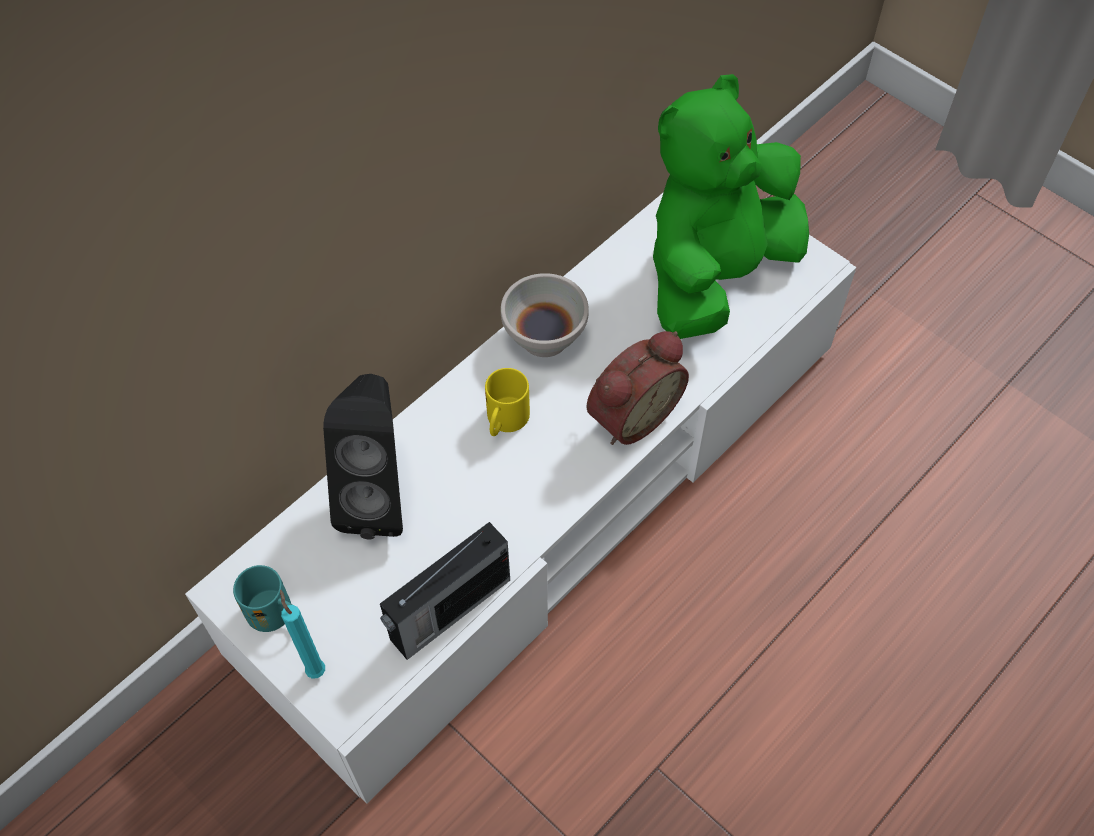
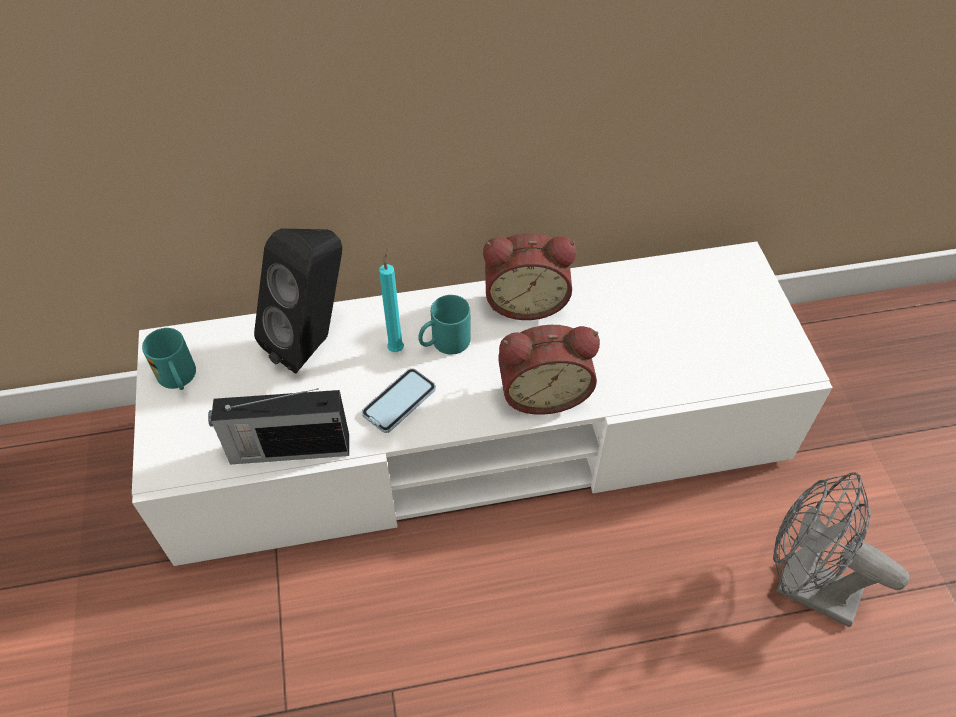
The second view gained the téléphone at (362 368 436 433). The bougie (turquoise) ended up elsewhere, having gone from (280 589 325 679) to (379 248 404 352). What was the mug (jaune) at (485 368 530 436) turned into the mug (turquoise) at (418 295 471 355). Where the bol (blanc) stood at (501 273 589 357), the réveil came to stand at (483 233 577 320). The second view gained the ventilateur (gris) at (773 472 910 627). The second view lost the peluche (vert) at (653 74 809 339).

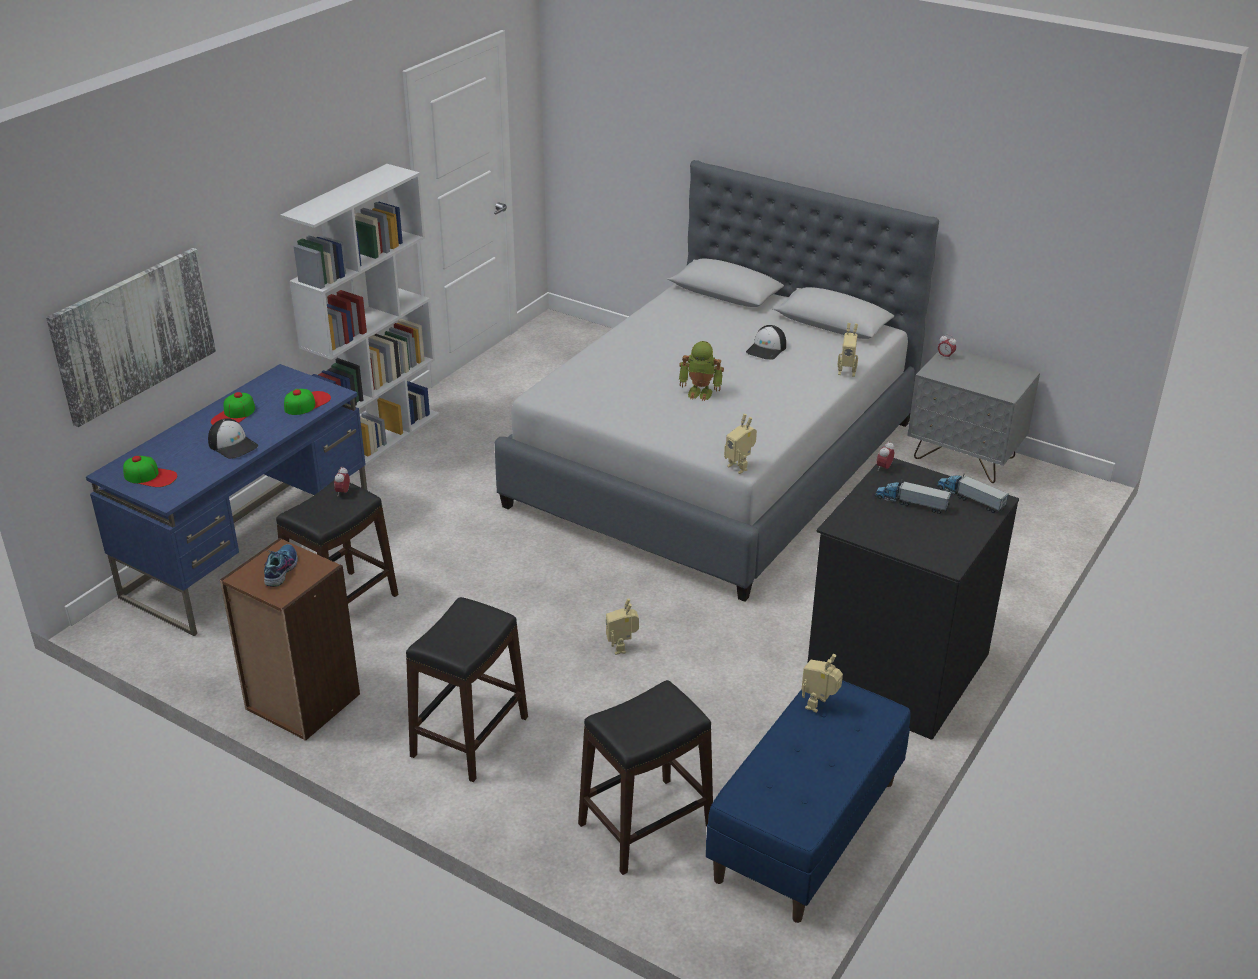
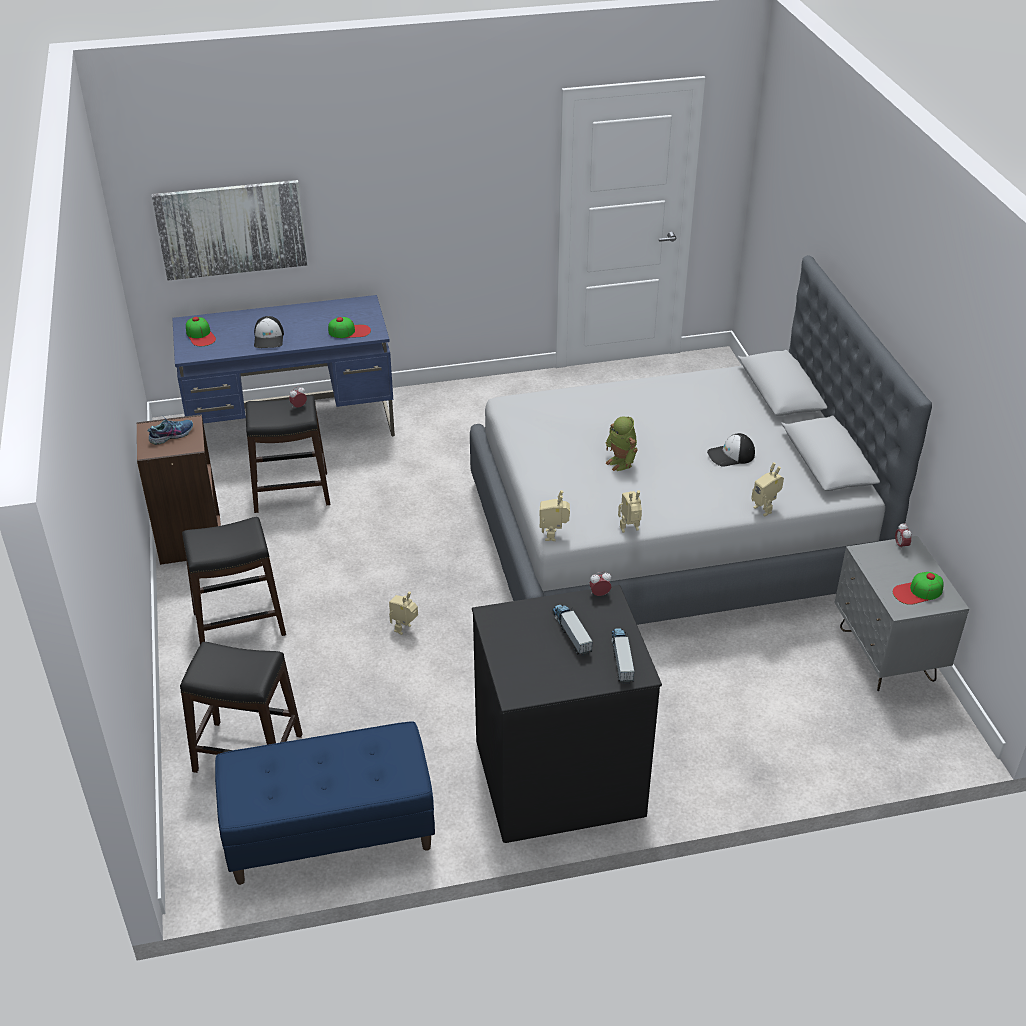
The robot jouet ended up elsewhere, having gone from (801 654 843 713) to (618 490 642 533). The casquette ended up elsewhere, having gone from (211 392 255 425) to (893 572 944 605). The second view lost the bibliothèque (blanc) at (280 164 439 477).

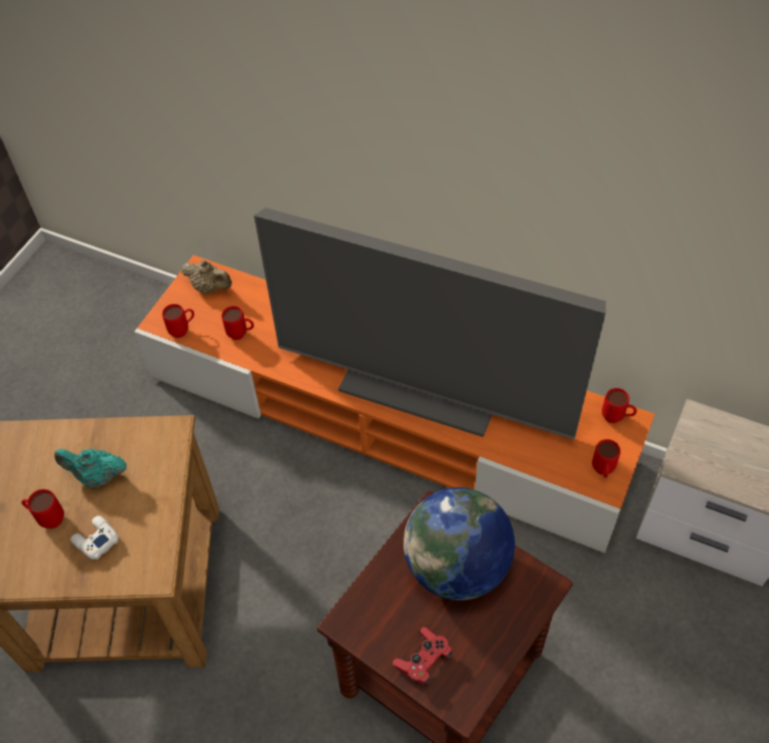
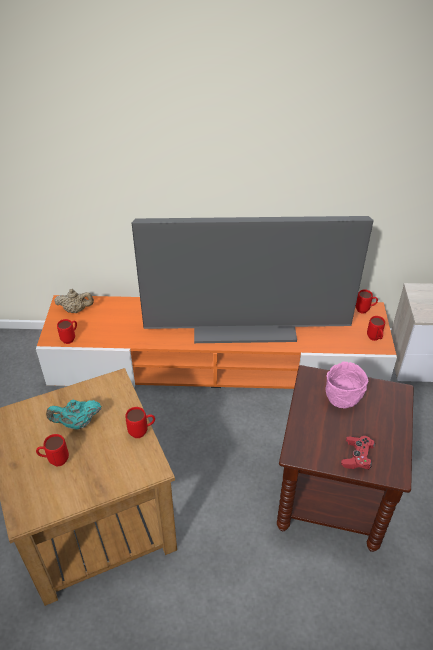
The mug (rouge) ended up elsewhere, having gone from (222 306 254 340) to (125 407 155 438). Where the globe stood at (403 487 515 600), the bol (rose) came to stand at (325 361 368 409). The second view lost the manette (blanc) at (71 516 119 560).

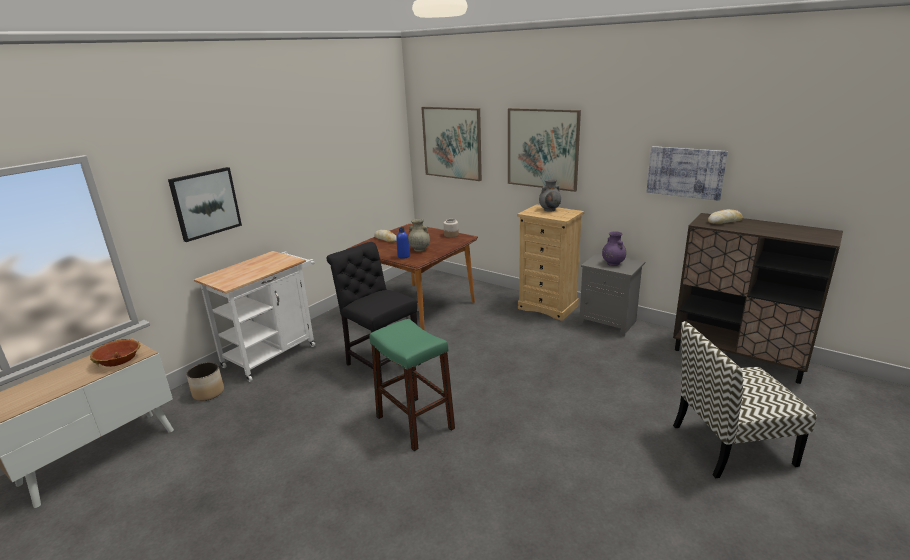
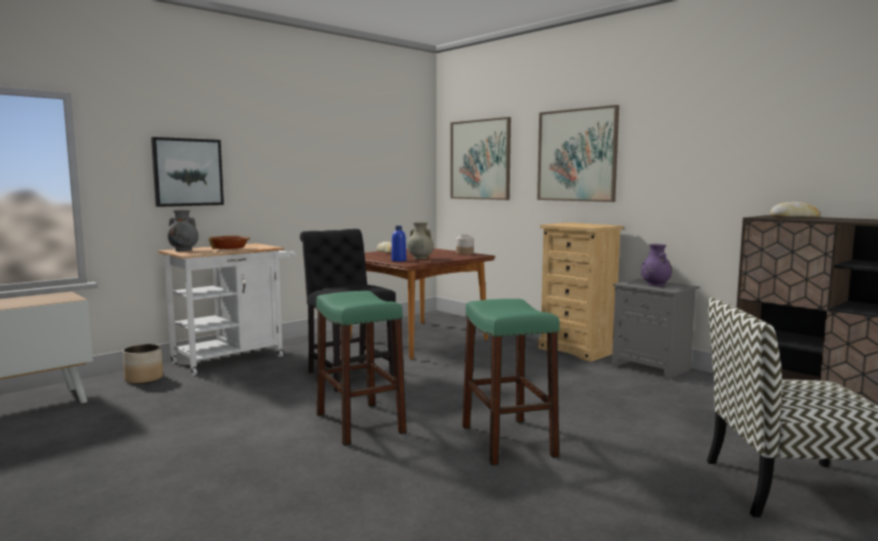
The vase (gris) ended up elsewhere, having gone from (539 179 561 212) to (167 210 199 251). The bol ended up elsewhere, having gone from (90 339 141 367) to (209 236 250 249). The second view gained the tabouret (vert) at (462 299 559 466). The second view lost the tableau at (646 146 728 201).

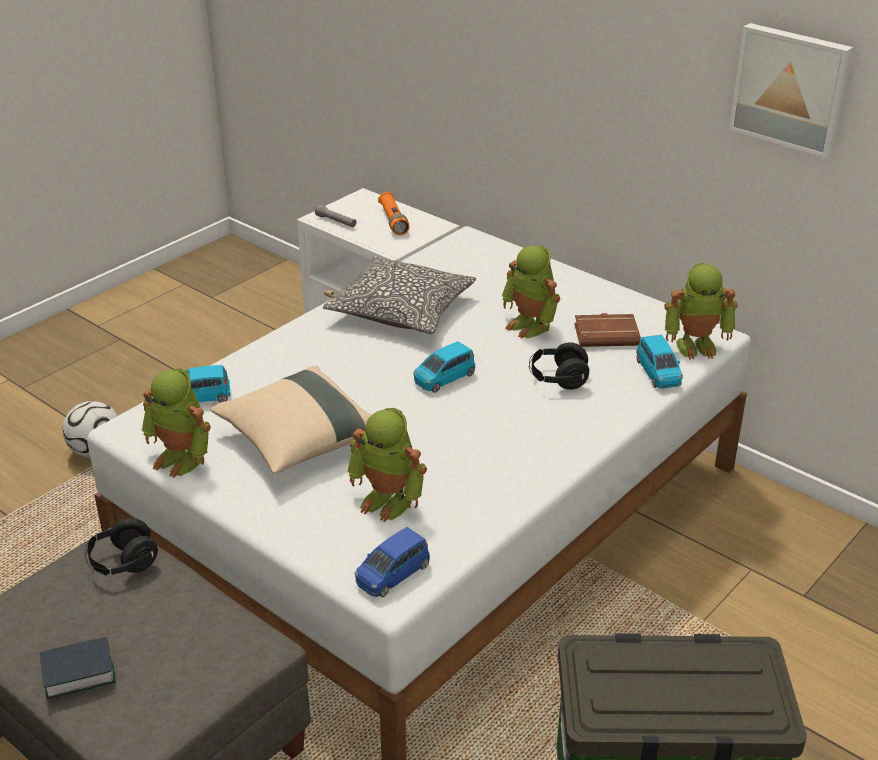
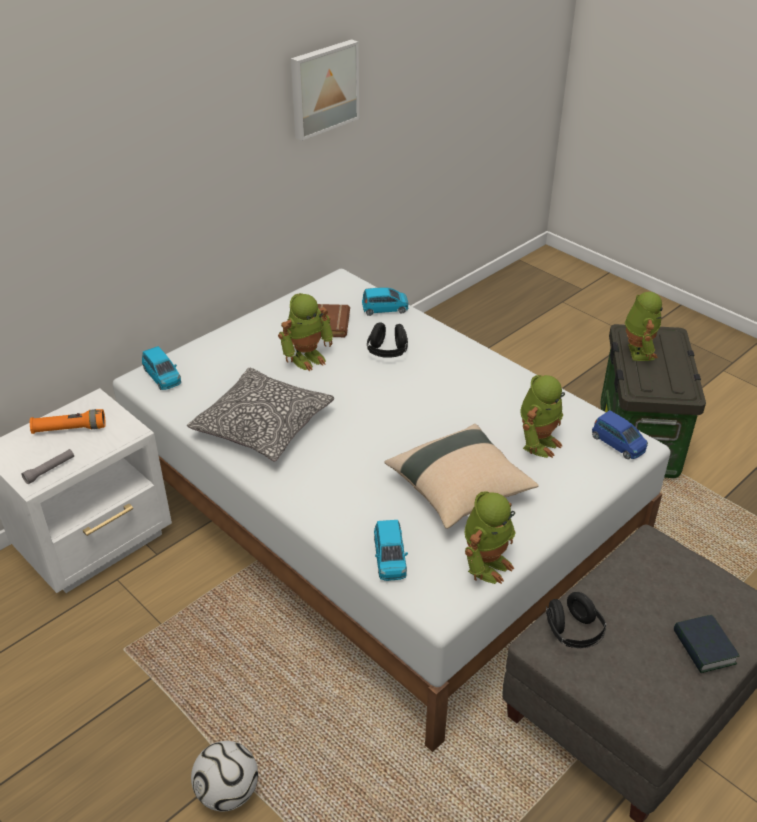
The petite voiture (bleu) ended up elsewhere, having gone from (413 341 475 393) to (142 346 181 390). The robot jouet ended up elsewhere, having gone from (664 263 738 359) to (625 292 663 361).

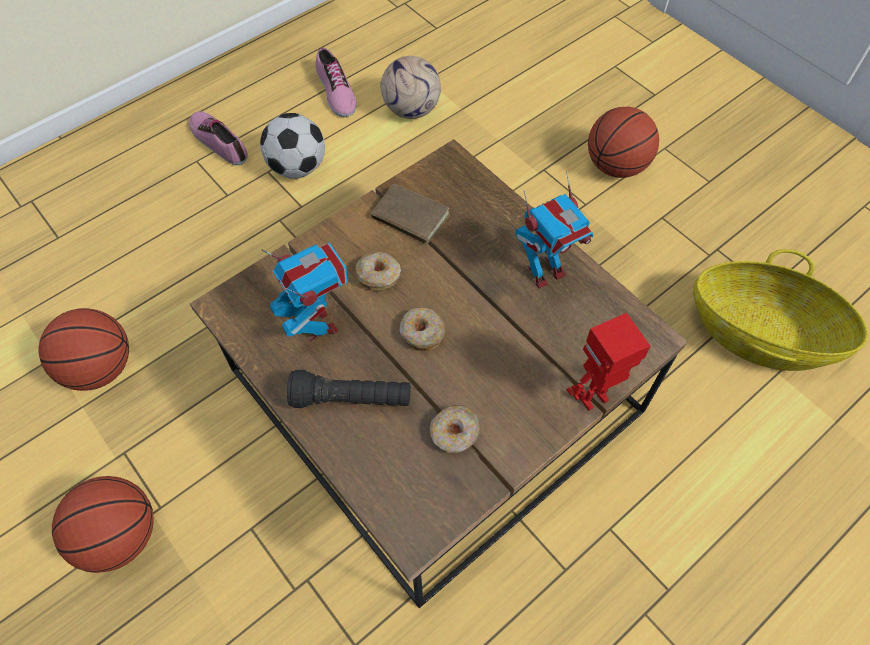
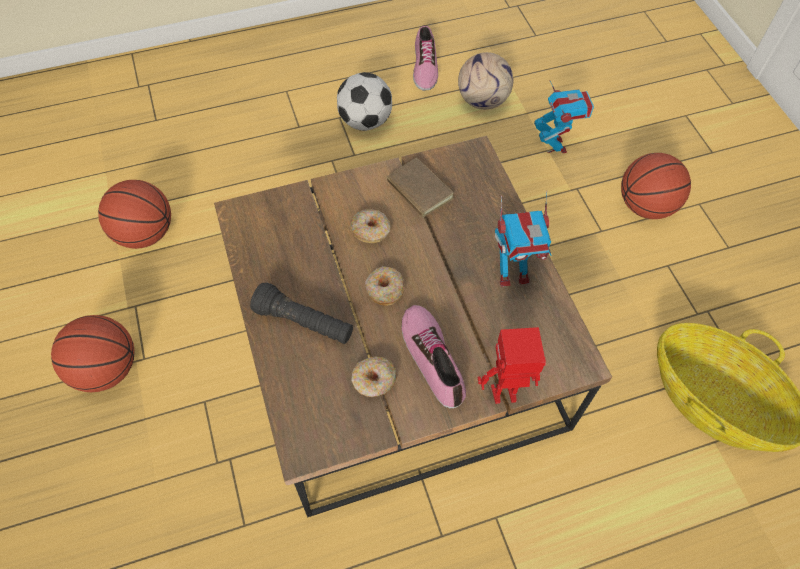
The chaussure ended up elsewhere, having gone from (189 111 248 165) to (401 305 466 408). The robot jouet ended up elsewhere, having gone from (262 243 347 342) to (534 81 594 153).

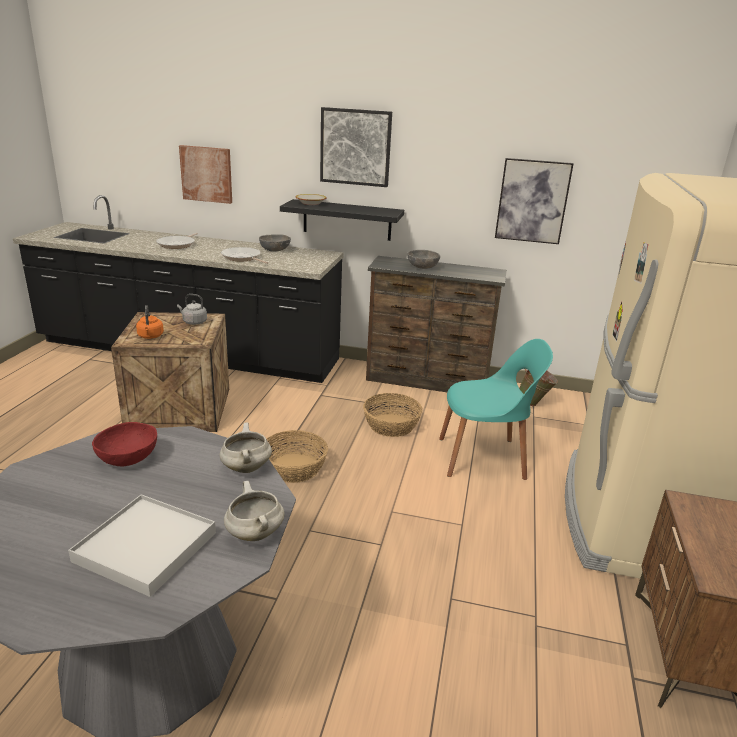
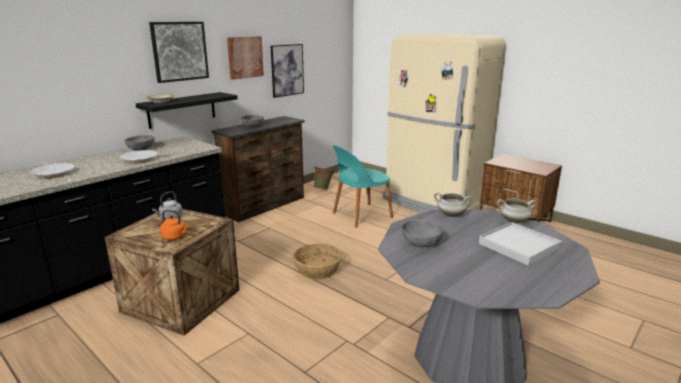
The tableau ended up elsewhere, having gone from (179 145 232 204) to (227 36 264 80). The chaise (turquoise) at (439 339 553 480) ended up facing another way, 150 degrees counterclockwise from before. What was the bol (rouge) at (92 422 157 466) turned into the bol (gris) at (402 219 444 247). The second view lost the panier at (363 393 422 437).

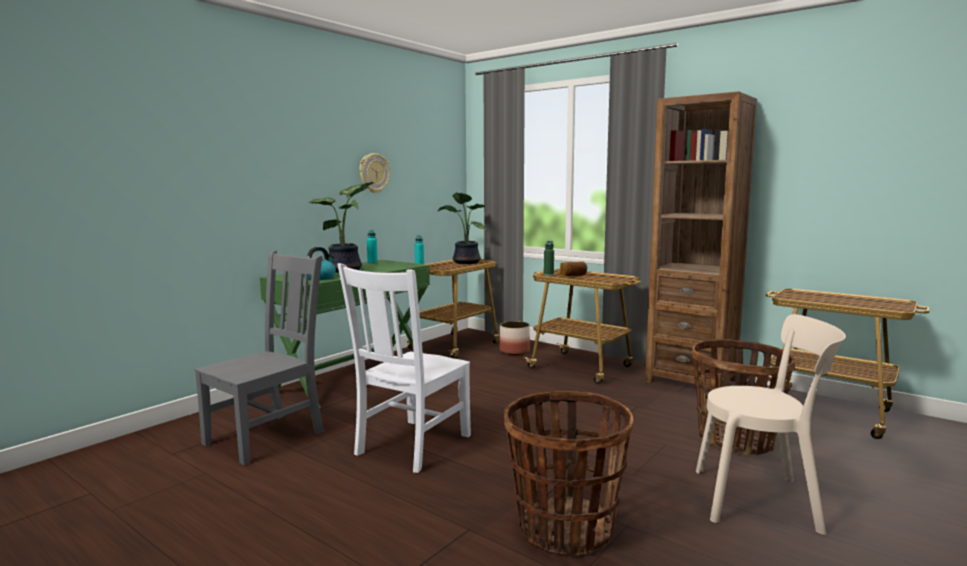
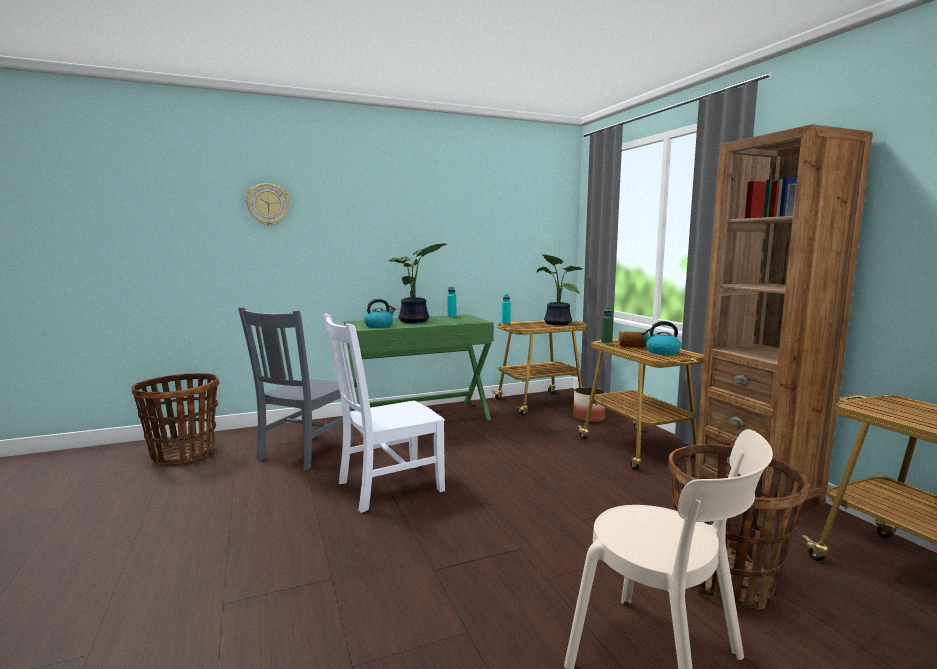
The panier ended up elsewhere, having gone from (504 391 633 556) to (132 373 220 464). The chaise (gris) at (194 250 324 466) ended up facing another way, 135 degrees clockwise from before. The horloge murale ended up elsewhere, having gone from (360 153 390 193) to (246 183 290 226). The second view gained the bouilloire at (641 321 681 355).

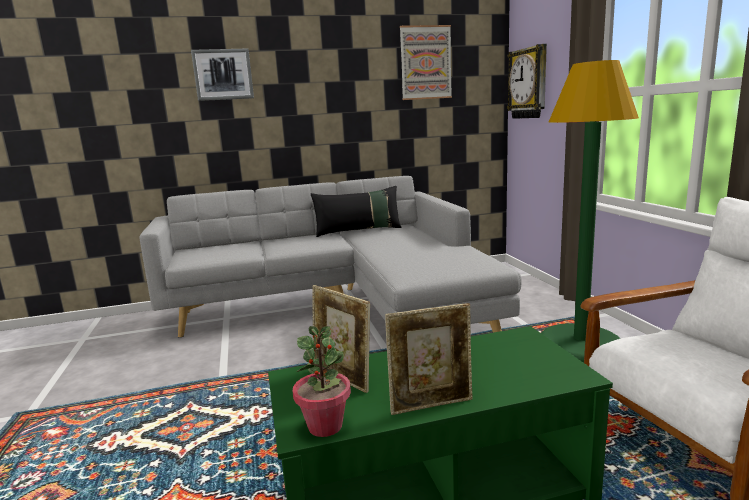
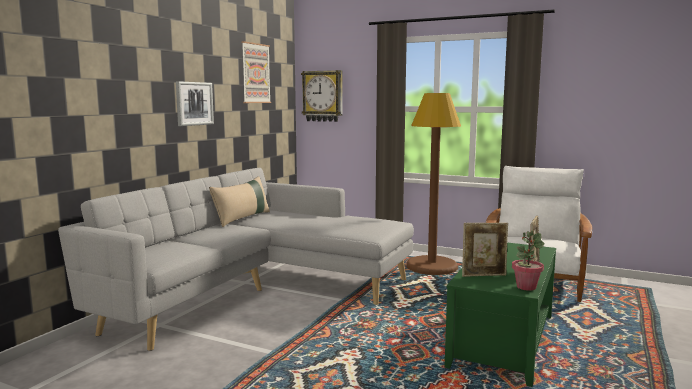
The tableau ended up elsewhere, having gone from (191 49 254 101) to (176 81 214 126). What was the coussin (noir) at (311 186 402 237) turned into the coussin (beige) at (209 176 270 227). What was the lampadaire (vert) at (541 60 639 363) turned into the lampadaire (marron) at (406 93 461 275).

